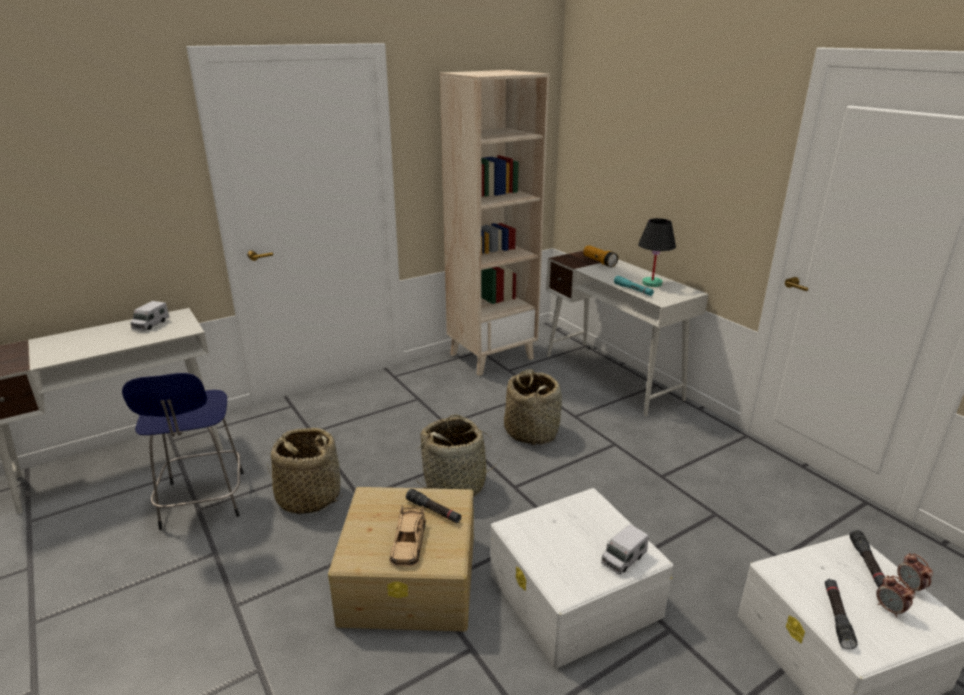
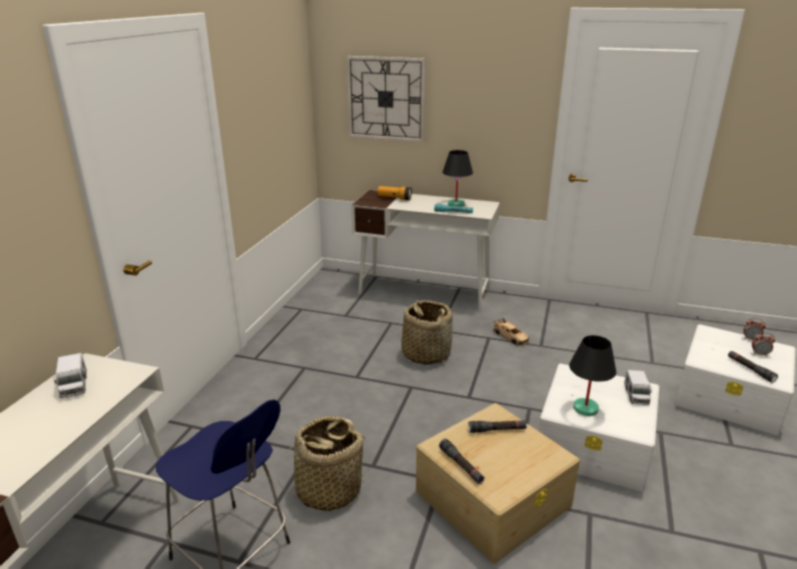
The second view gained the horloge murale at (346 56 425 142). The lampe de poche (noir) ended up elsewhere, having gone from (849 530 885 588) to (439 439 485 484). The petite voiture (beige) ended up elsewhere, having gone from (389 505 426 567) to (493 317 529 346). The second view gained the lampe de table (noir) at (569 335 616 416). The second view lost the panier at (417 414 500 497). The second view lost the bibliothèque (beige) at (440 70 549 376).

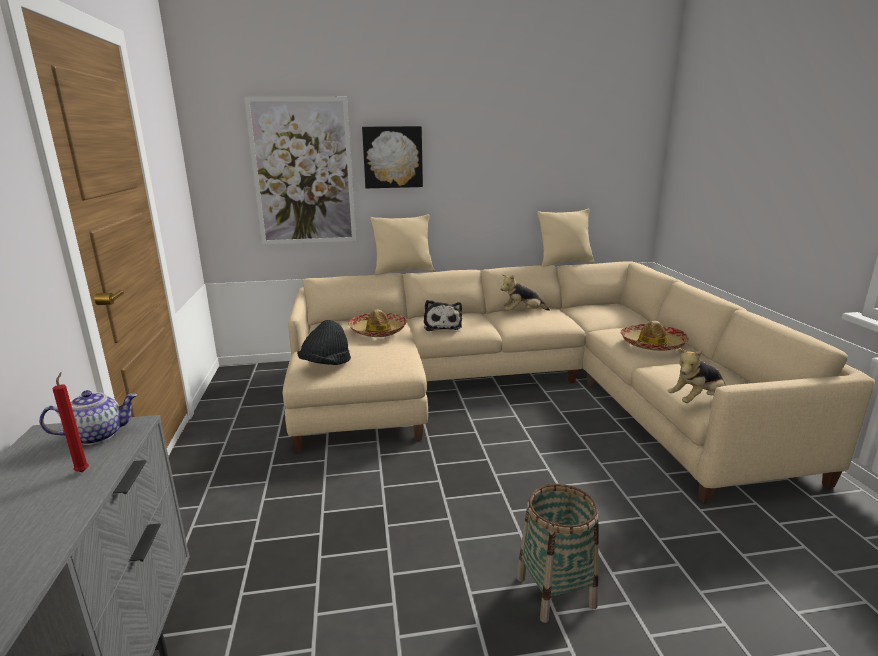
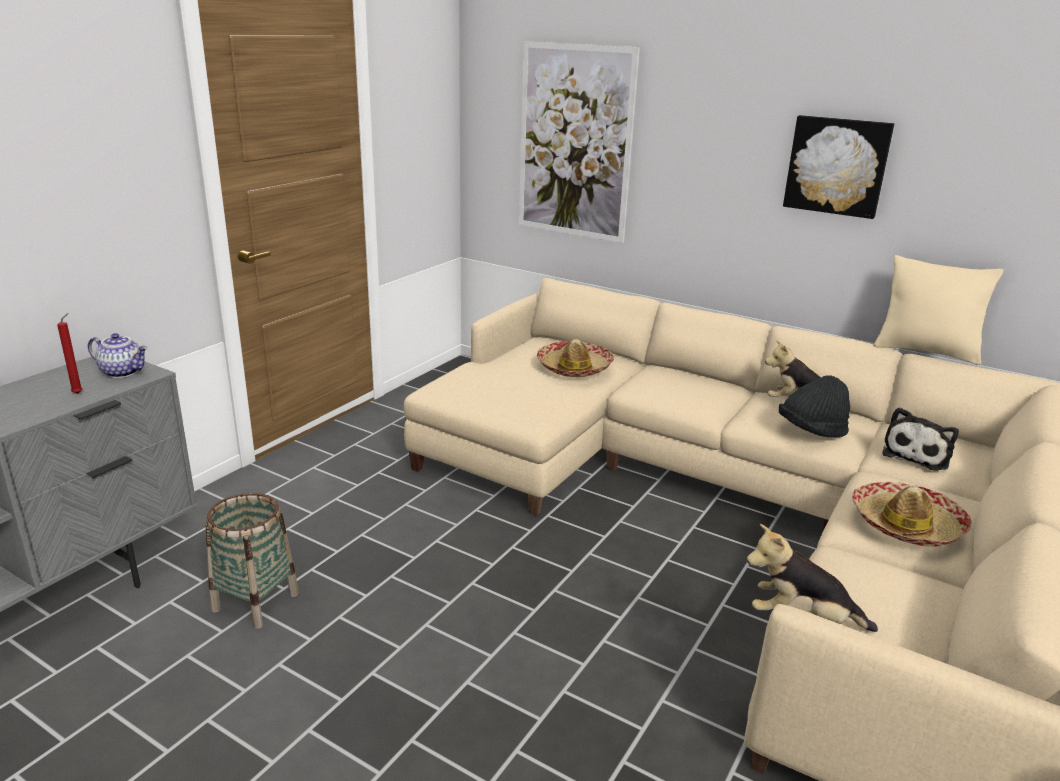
The panier ended up elsewhere, having gone from (517 484 599 623) to (205 493 299 629). The chapeau (noir) ended up elsewhere, having gone from (297 320 351 365) to (779 375 850 438). The tableau ended up elsewhere, having gone from (362 126 423 188) to (783 115 894 219). The peluche ended up elsewhere, having gone from (424 300 462 331) to (882 407 959 471). The second view lost the coussin (beige) at (370 215 434 275).

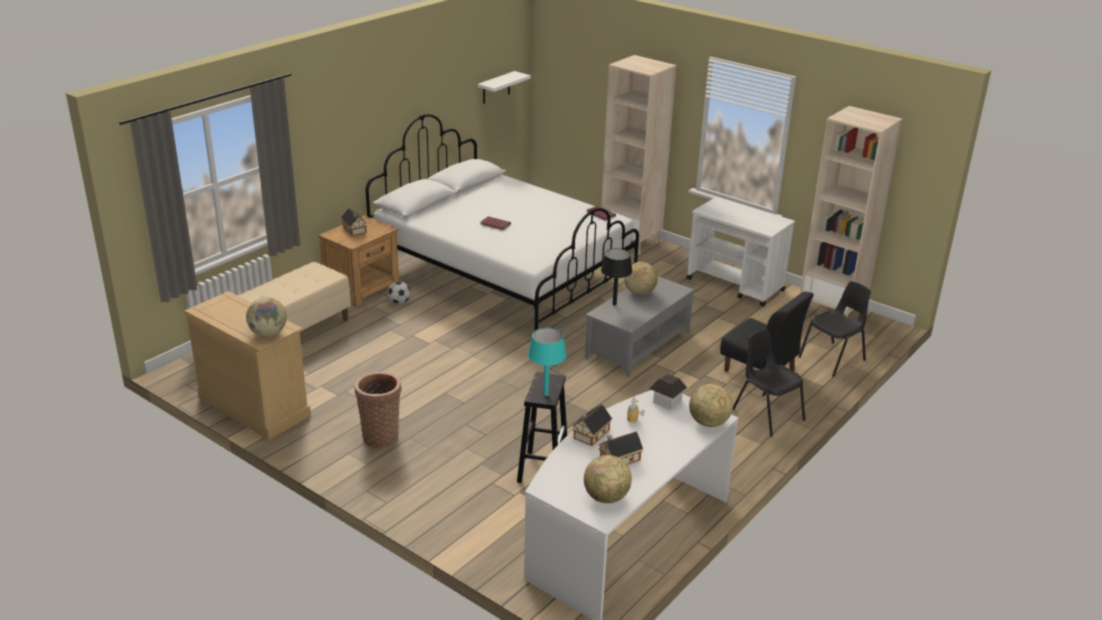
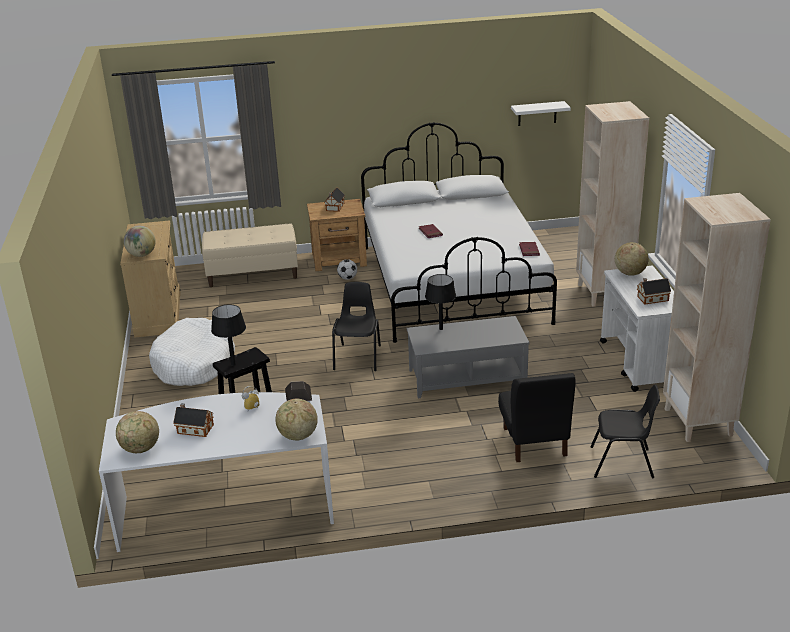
Where the panier stood at (354 372 401 448), the panier pour chien (blanc) came to stand at (149 318 235 386). What was the lampe de table (turquoise) at (528 328 567 396) turned into the lampe de table (noir) at (211 304 246 366). The chaise (noir) ended up elsewhere, having gone from (733 329 805 437) to (332 282 381 371). The globe ended up elsewhere, having gone from (624 262 658 295) to (615 242 649 276). The maison miniature ended up elsewhere, having gone from (572 404 612 446) to (637 278 671 304).

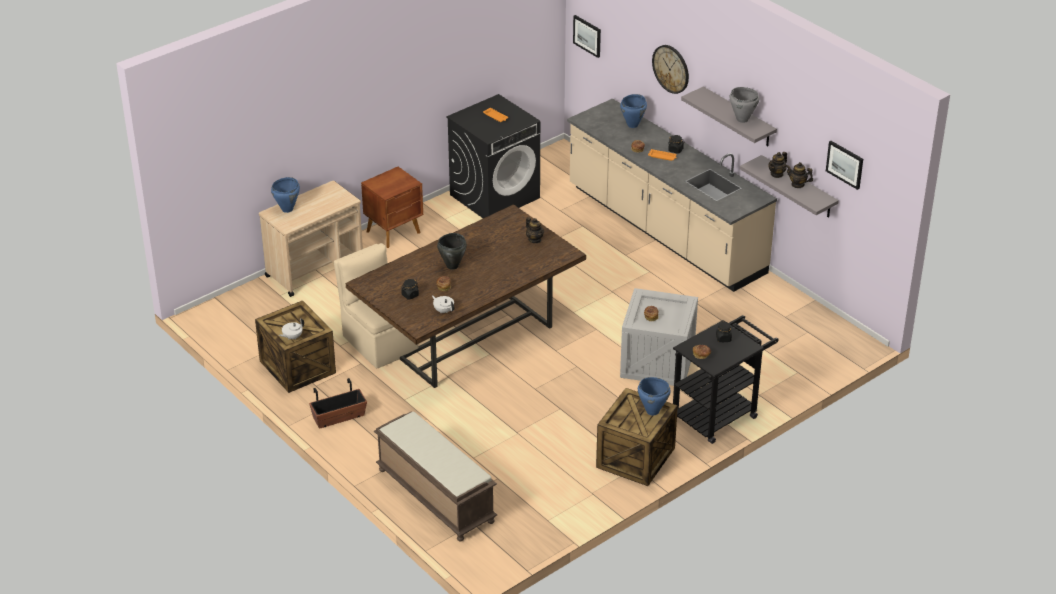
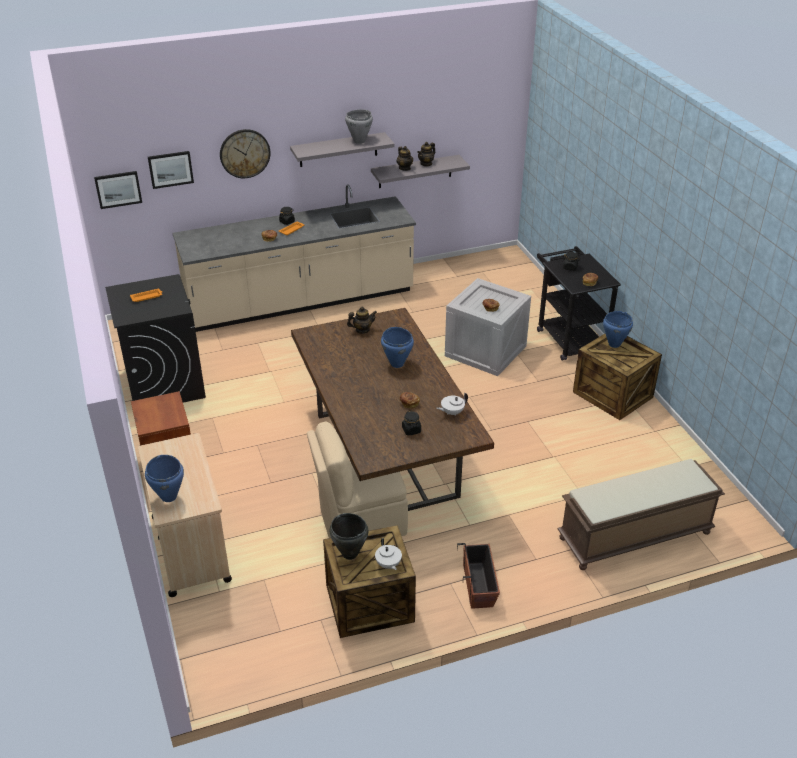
The tableau ended up elsewhere, having gone from (826 141 863 190) to (148 151 194 189). The marmite (noir) ended up elsewhere, having gone from (437 233 467 270) to (330 513 369 560). The marmite (bleu) ended up elsewhere, having gone from (620 94 647 128) to (381 327 414 368).

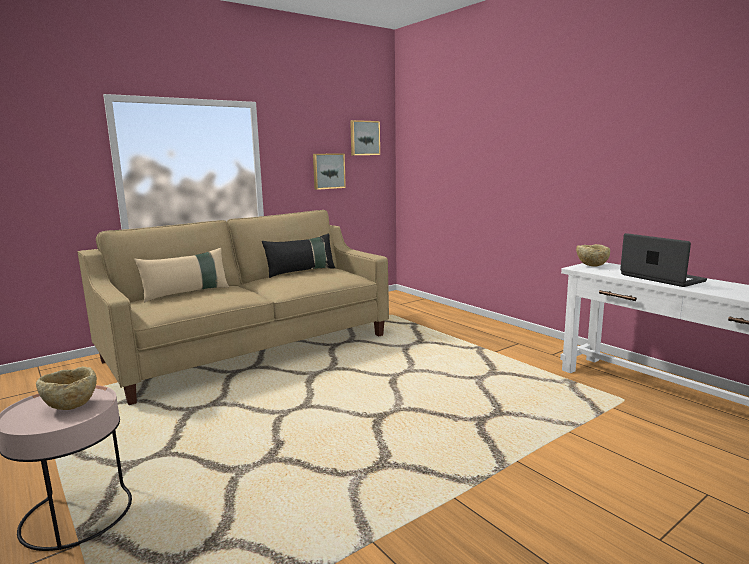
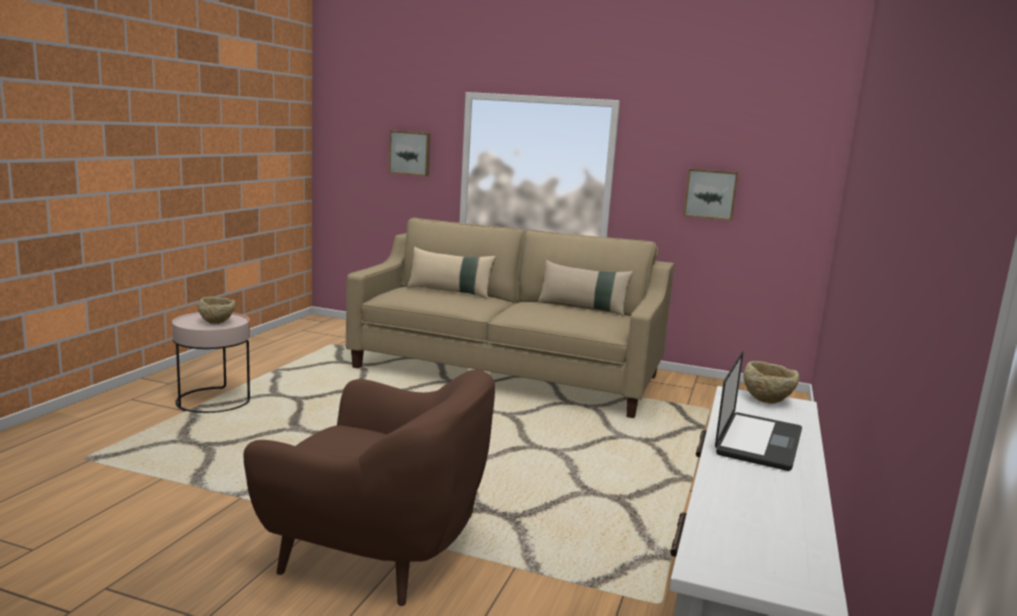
The second view gained the fauteuil (marron) at (244 369 495 606). The tableau ended up elsewhere, having gone from (350 120 380 155) to (389 130 430 176). What was the coussin (noir) at (262 234 335 278) turned into the coussin (beige) at (538 260 633 316).

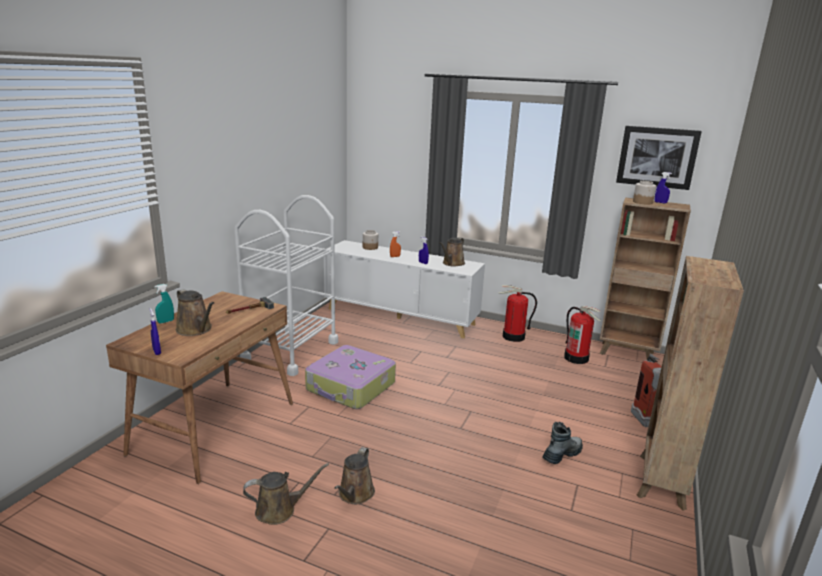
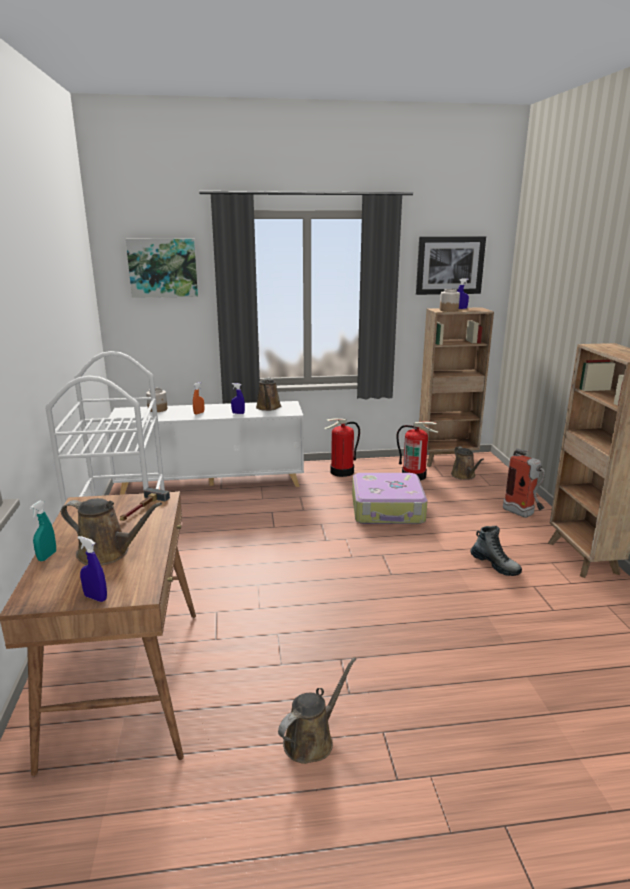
The second view gained the tableau at (126 239 198 298). The valise ended up elsewhere, having gone from (305 345 396 409) to (352 473 428 524). The arrosoir (marron) ended up elsewhere, having gone from (334 447 375 504) to (451 446 484 480). The botte at (542 422 583 464) ended up facing another way, 120 degrees clockwise from before.

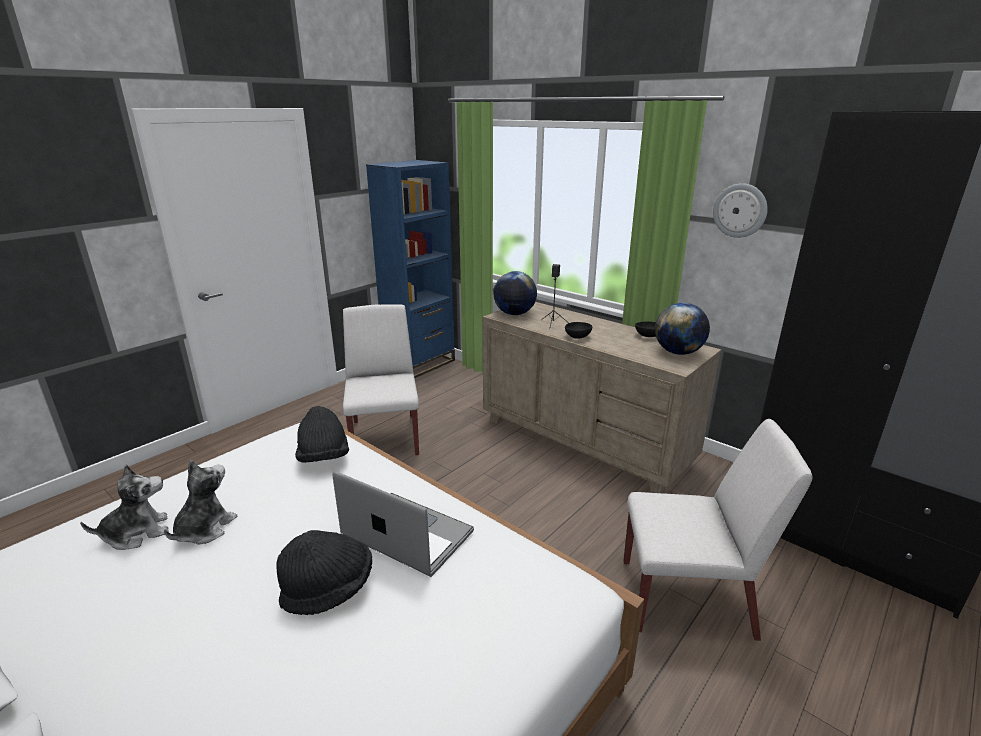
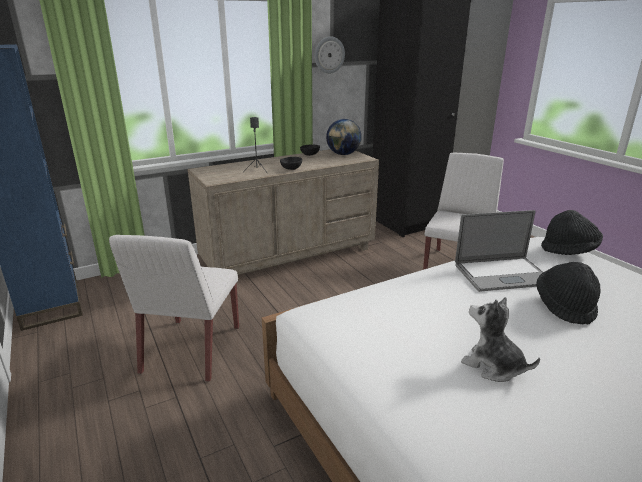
The chaise (blanc) at (343 304 419 456) ended up facing another way, 90 degrees counterclockwise from before. The ordinateur portable at (332 471 474 577) ended up facing another way, 150 degrees counterclockwise from before. The chapeau (noir) ended up elsewhere, having gone from (295 406 349 463) to (541 210 603 255). The second view lost the peluche at (80 464 169 550). The second view lost the globe at (493 271 537 315).

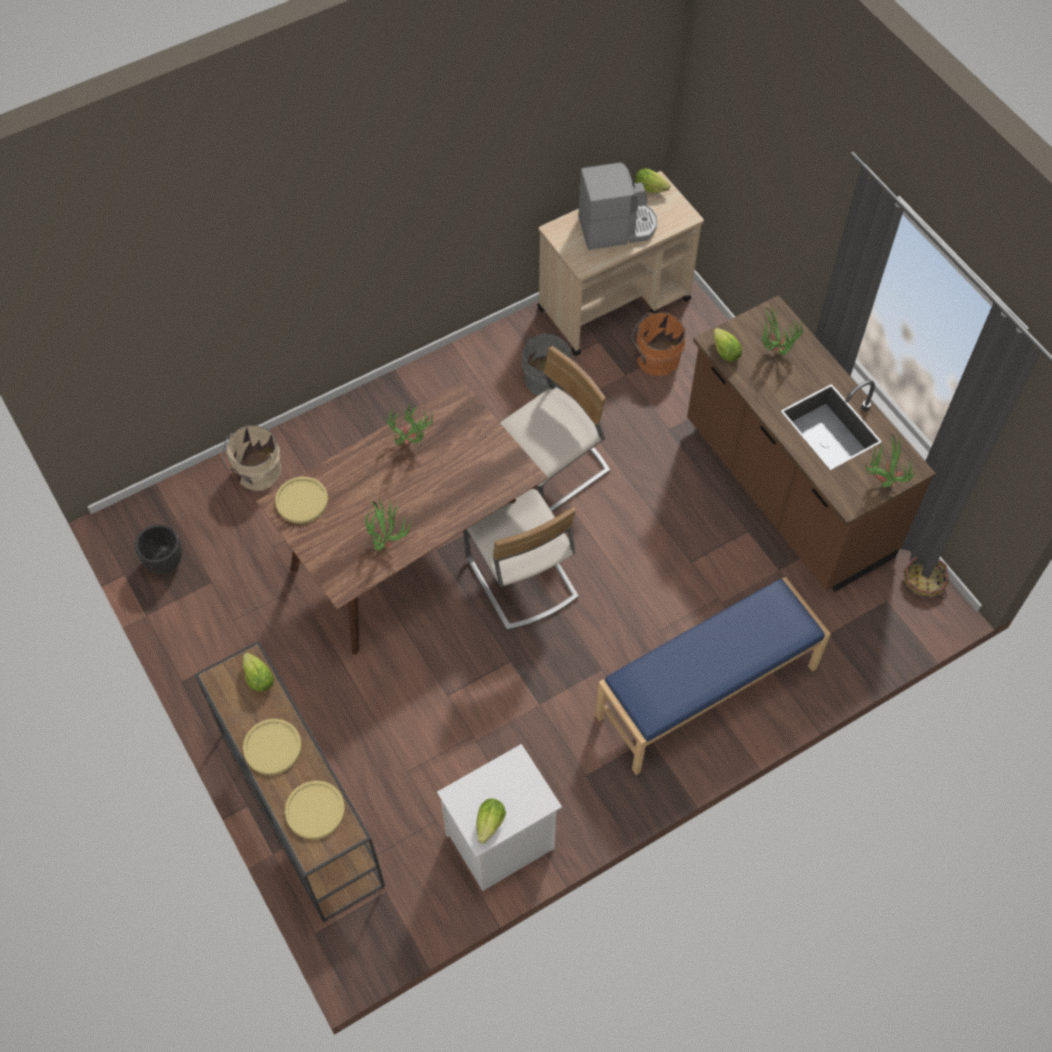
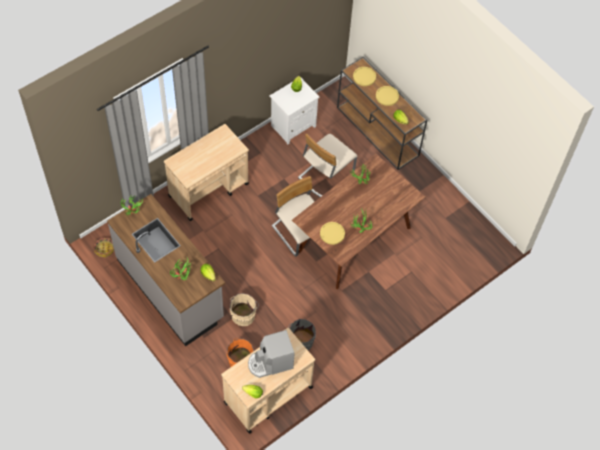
What was the comptoir de cuisine (marron) at (687 295 936 592) turned into the comptoir de cuisine (gris) at (107 194 225 346). Where the banc (bleu) stood at (595 577 831 775), the chariot (beige) came to stand at (164 124 249 221). The seau (beige) ended up elsewhere, having gone from (223 425 281 491) to (230 293 259 326). The chaise (beige) ended up elsewhere, having gone from (500 346 610 512) to (298 133 357 197). The assiette (jaune) ended up elsewhere, having gone from (275 476 328 524) to (320 222 345 245). The second view lost the cache-pot (noir) at (135 524 182 574).

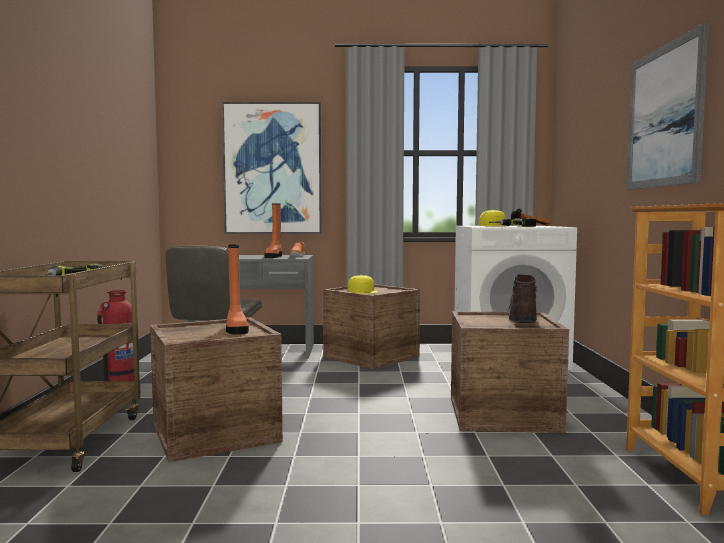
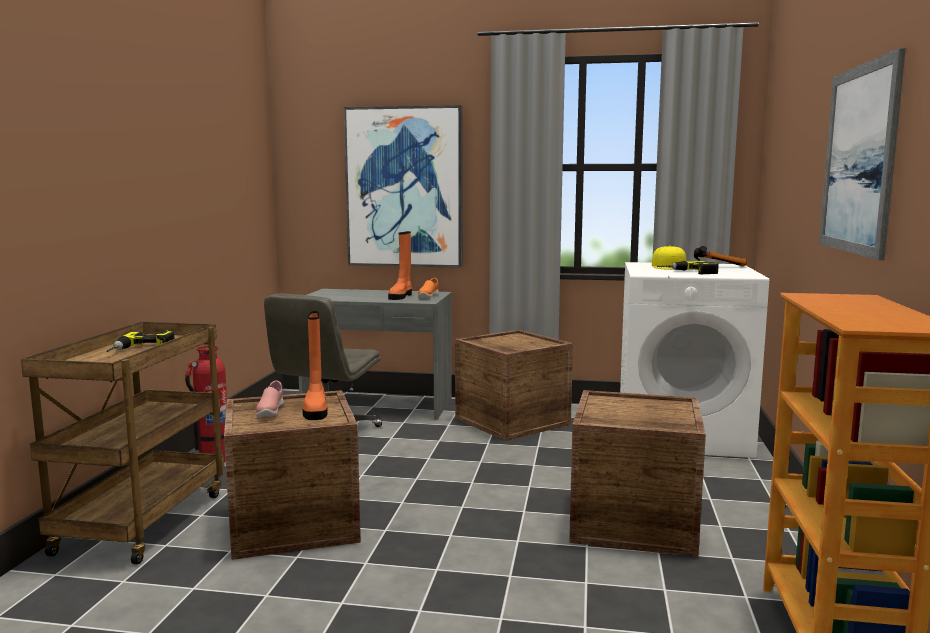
The second view gained the chaussure (rose) at (256 380 284 417). The second view lost the casquette (jaune) at (348 275 378 294). The second view lost the botte (marron) at (507 274 537 323).

